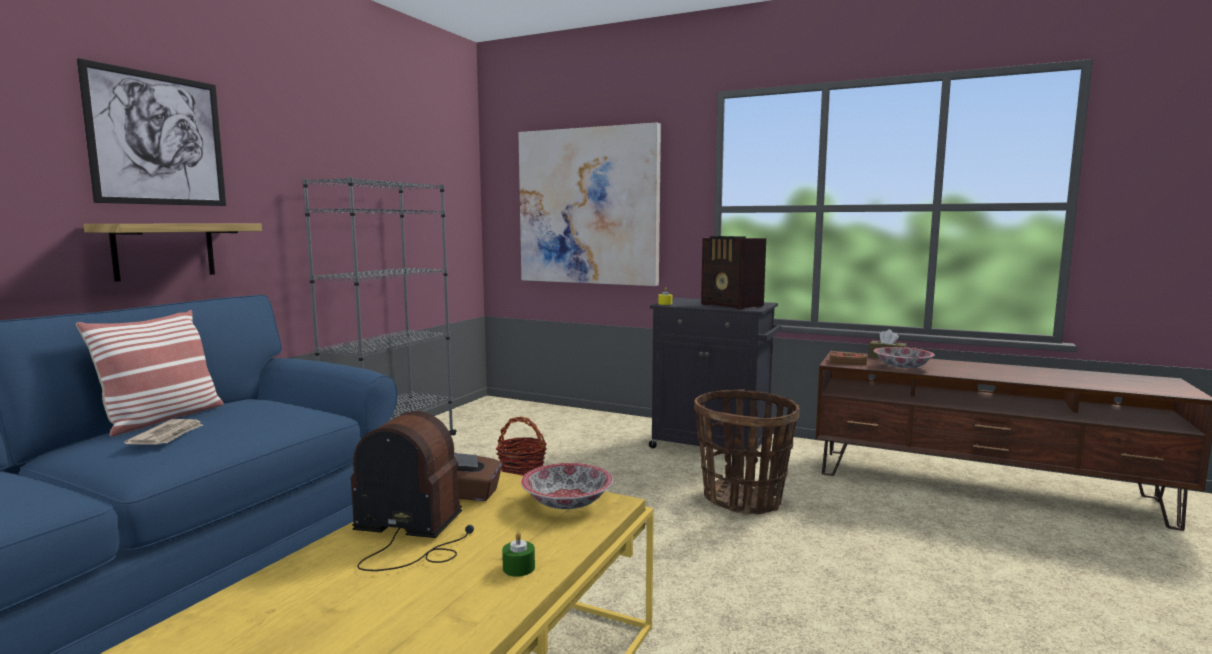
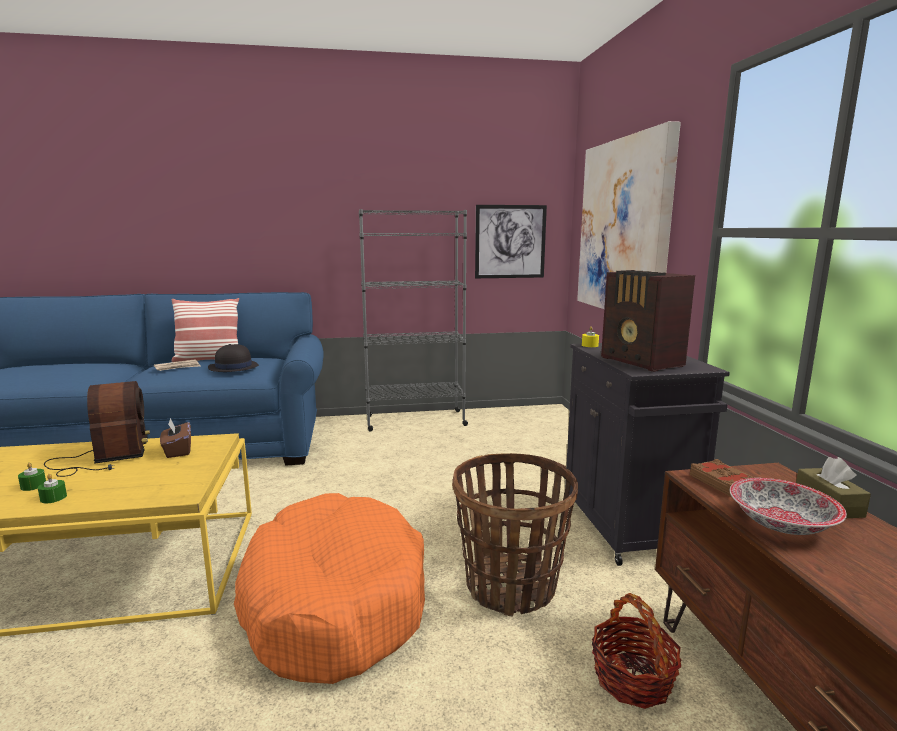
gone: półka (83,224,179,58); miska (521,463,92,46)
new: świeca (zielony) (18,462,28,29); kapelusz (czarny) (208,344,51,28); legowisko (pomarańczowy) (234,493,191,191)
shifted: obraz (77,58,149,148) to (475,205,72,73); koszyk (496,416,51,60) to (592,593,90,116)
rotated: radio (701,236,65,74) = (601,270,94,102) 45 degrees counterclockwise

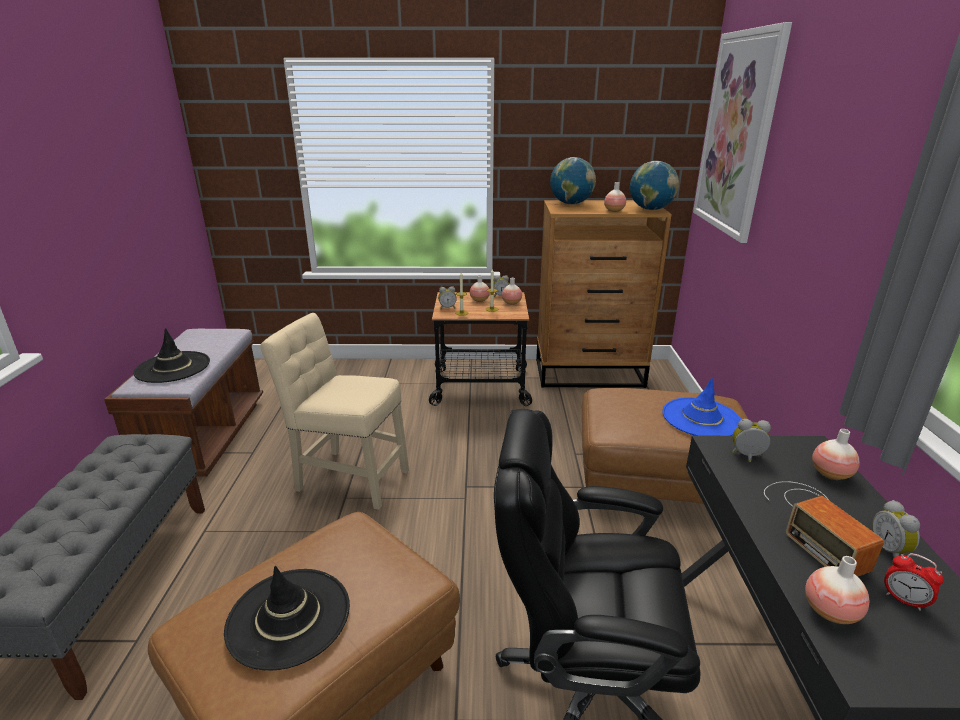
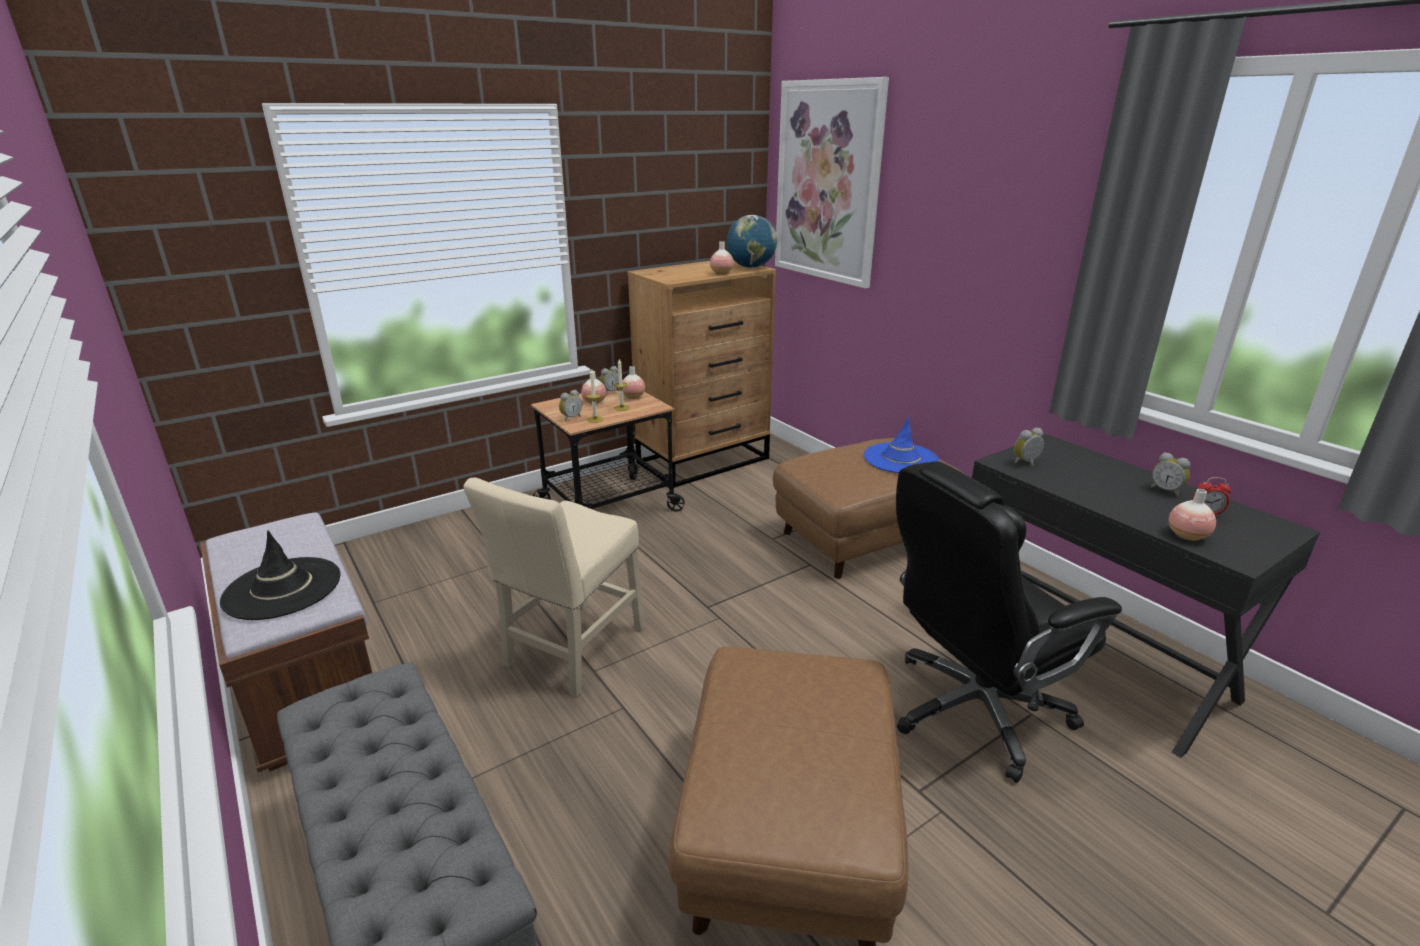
gone: kapelusz (czarny) (224,566,126,105); globus (550,157,46,47); radio (764,481,120,96); wazon (812,429,48,51)
rotated: krzesło (beżowy) (260,313,149,197) = (463,477,182,220) 45 degrees counterclockwise

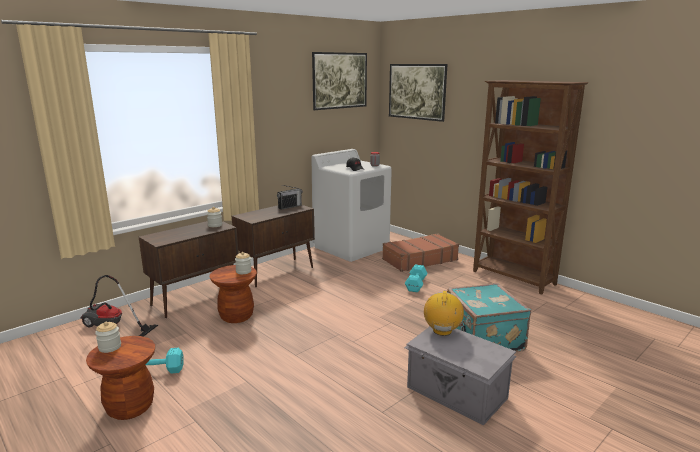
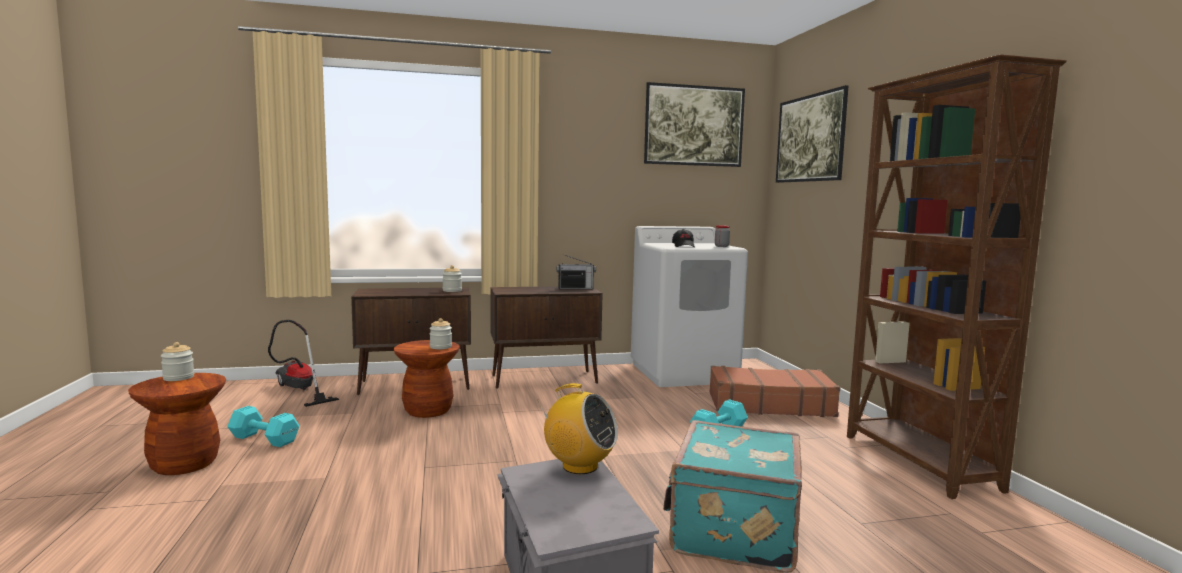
rotated: radio (424,291,40,45) = (538,383,80,91) 75 degrees clockwise

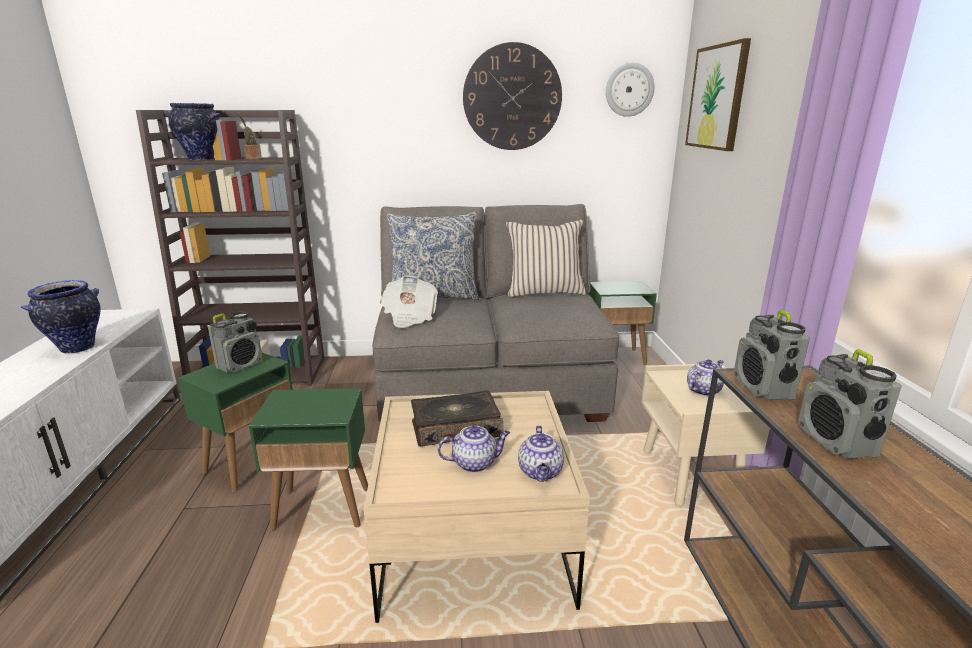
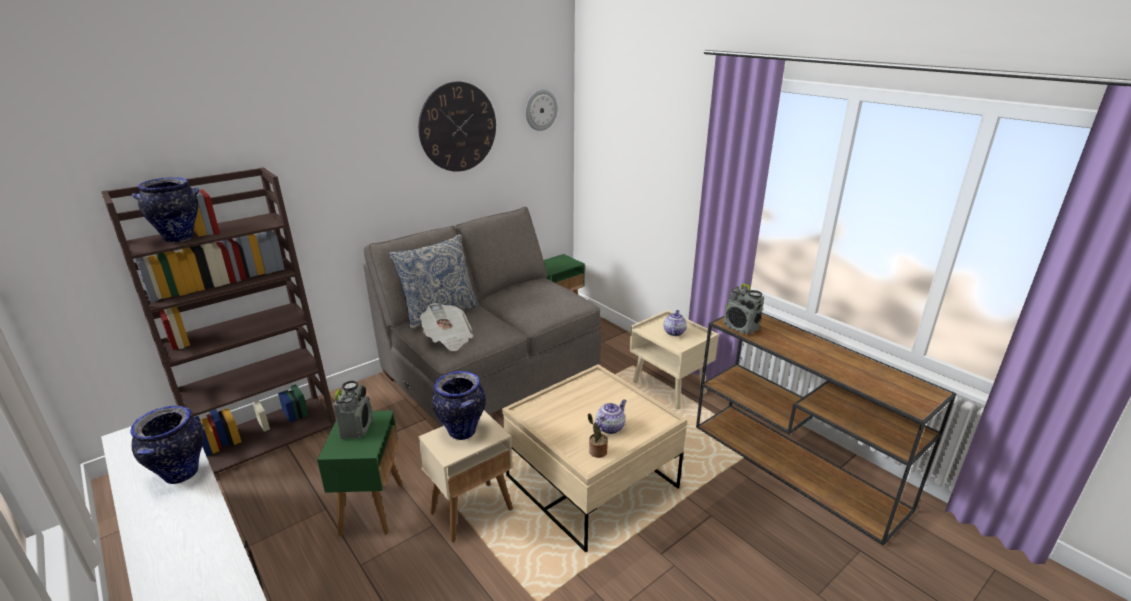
gone: książka (411,390,92,57); poduszka (beżowy) (506,220,80,77); imbryk (518,425,46,57); obraz (685,38,66,113); radio (798,349,103,110)
new: wazon (432,371,54,69)
shifted: roślina doniczkowa (237,112,25,48) to (588,413,20,45)
repainted: stolik (zielony) (249,388,119,143) to stolik (beżowy) (418,410,95,133)

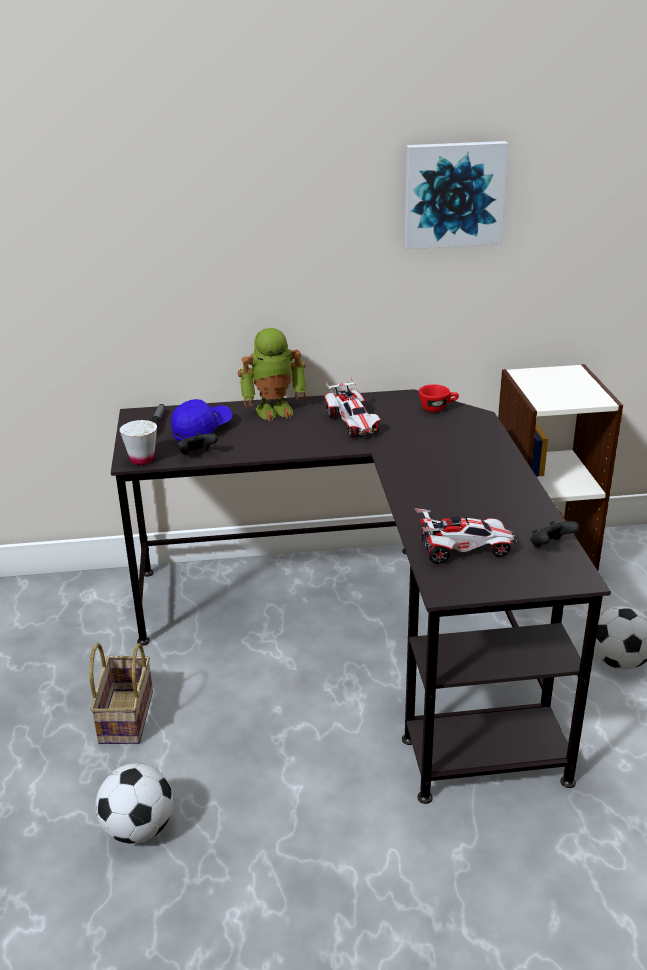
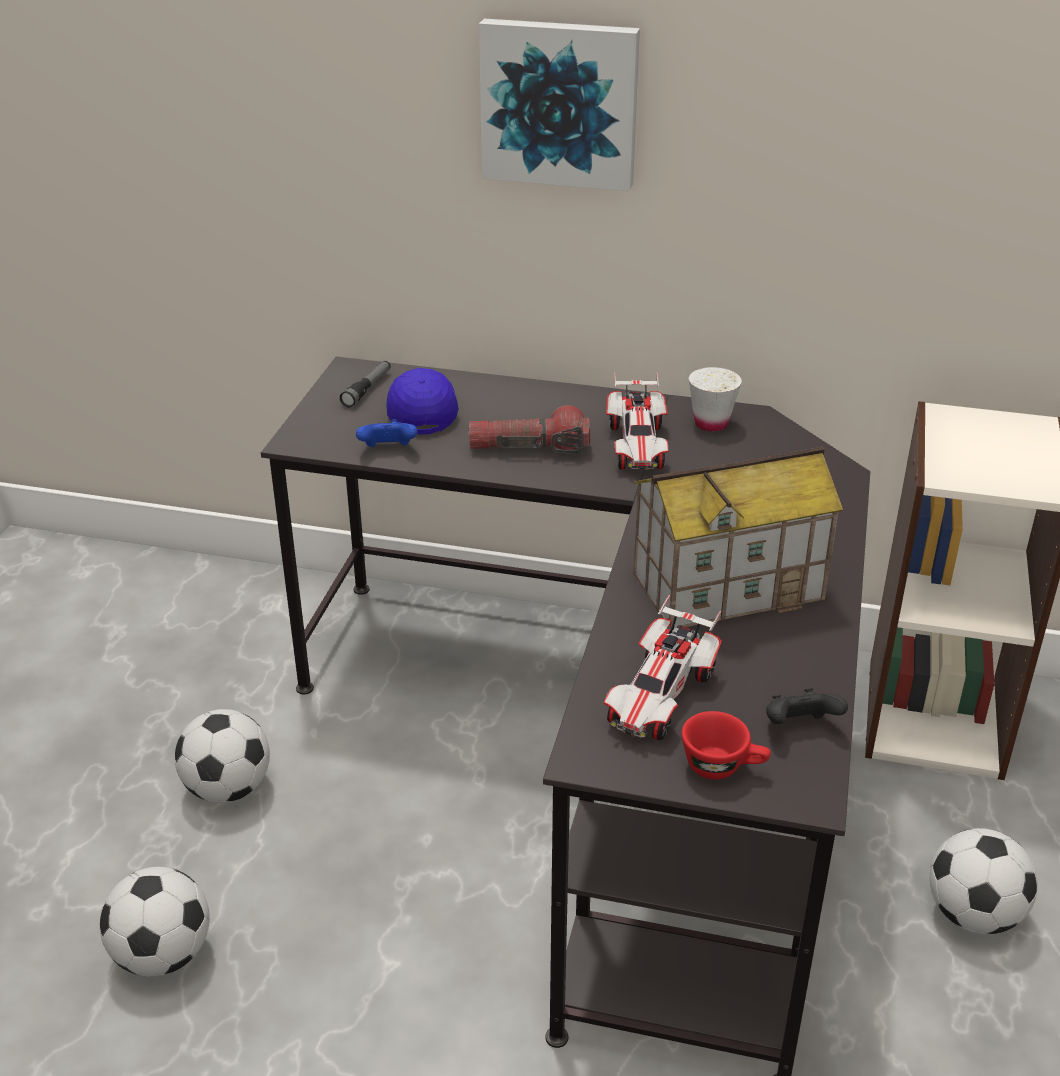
gone: robot zabawkowy (238,328,69,93)
new: latarka (469,405,121,50); domek (633,447,210,182)
shifted: filiżanka (biały) (119,420,38,45) to (689,367,53,65); obraz (404,141,105,108) to (479,19,161,172); filiżanka (czerwony) (419,384,40,28) to (681,711,90,69)
swapped: koszyk (89,643,64,101) to piłka futbolowa (175,709,95,94)
repainted: pad do gier (czarny) (177,433,41,22) to pad do gier (niebieski) (356,419,61,28)
rotated: czapka z daszkiem (niebieski) (171,399,61,42) = (386,368,73,66) 75 degrees counterclockwise; samochodzik (414,508,103,56) = (604,595,118,145) 105 degrees clockwise

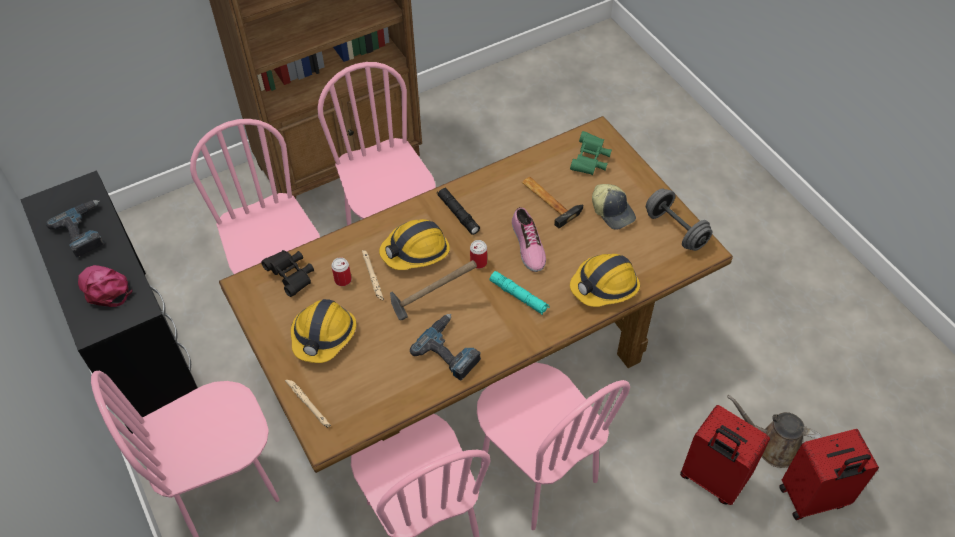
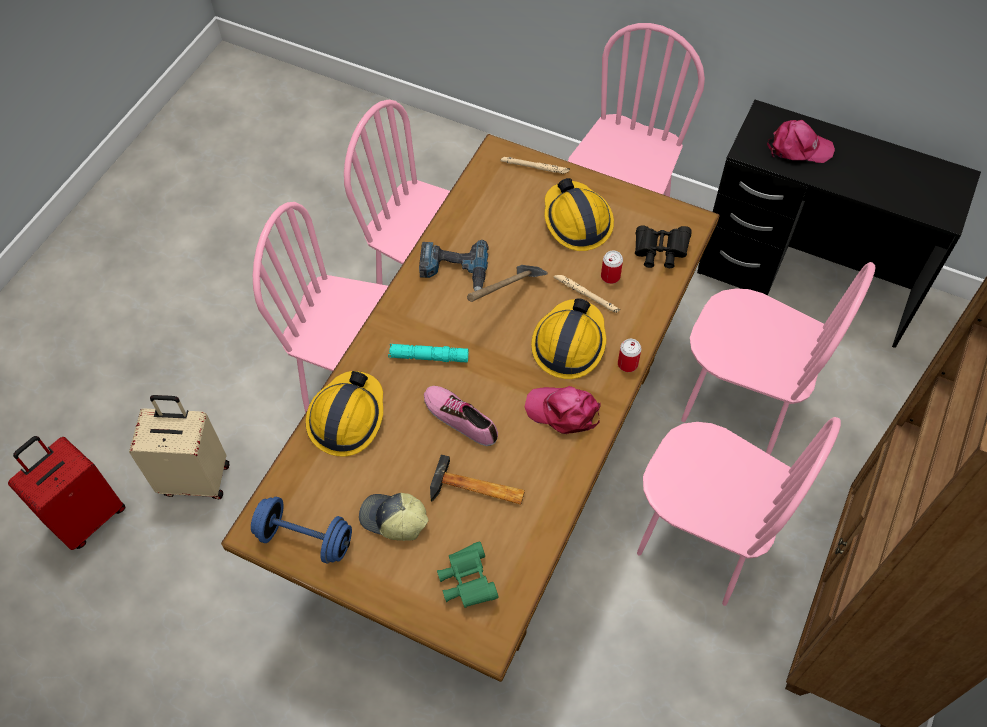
gone: wiertarka (46,200,58,58); konewka (brązowy) (727,395,95,73)
shifted: puszka (470,240,17,29) to (618,339,23,33)
swapped: latarka (czarny) (437,187,43,48) to czapka z daszkiem (różowy) (525,386,76,48)
repainted: hantel (szary) (646,188,66,63) to hantel (niebieski) (251,497,101,67); walizka (czerwony) (680,405,90,100) to walizka (beżowy) (129,395,100,104)

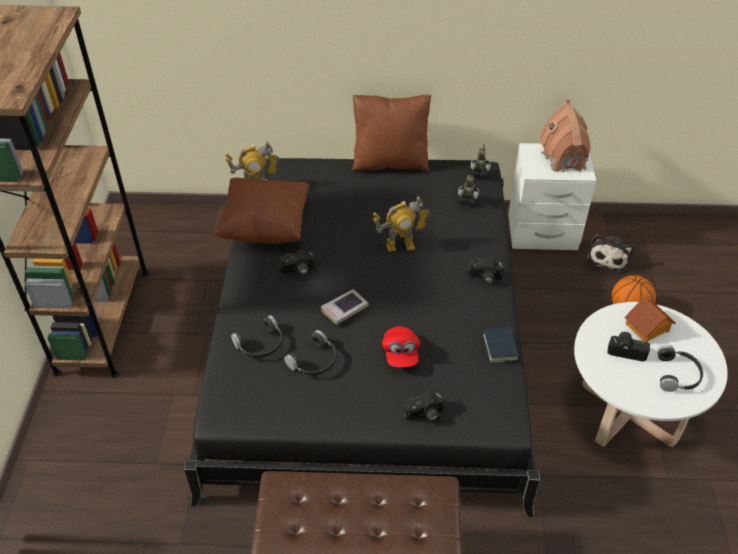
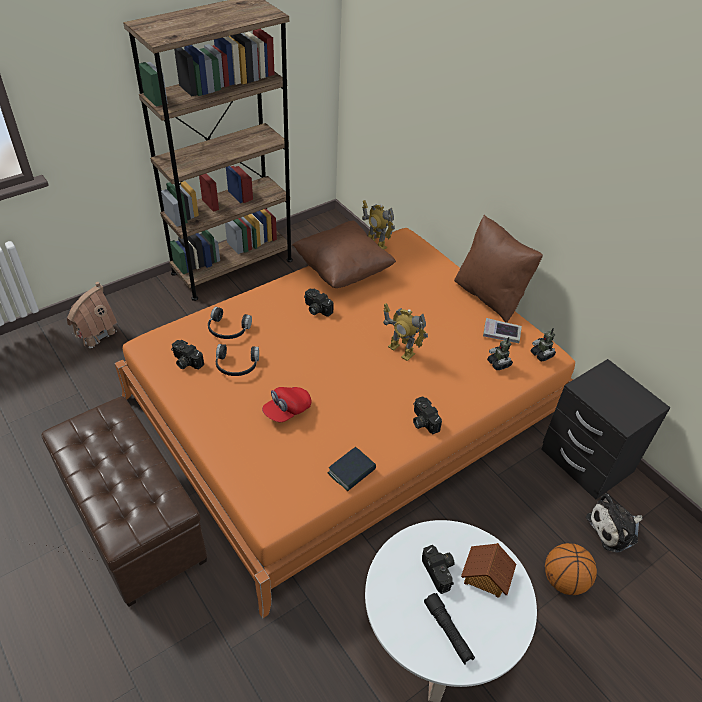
shifted: książka (321,289,48,36) to (483,318,39,25); aparat fotograficzny (403,392,42,31) to (171,340,33,29); domek (540,97,50,76) to (67,282,50,66)
swapped: słuchawki (czarny) (657,345,46,47) to latarka (czarny) (424,593,51,72)
repainted: łóżko (czarny) (184,158,356,359) to łóżko (pomarańczowy) (115,228,460,390); szafka nocna (biały) (508,143,88,107) to szafka nocna (czarny) (542,359,128,141)

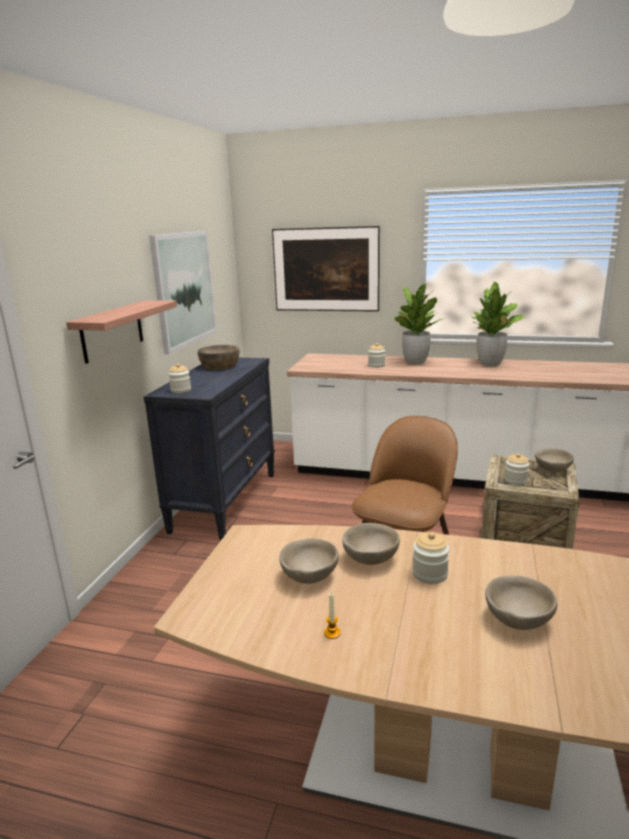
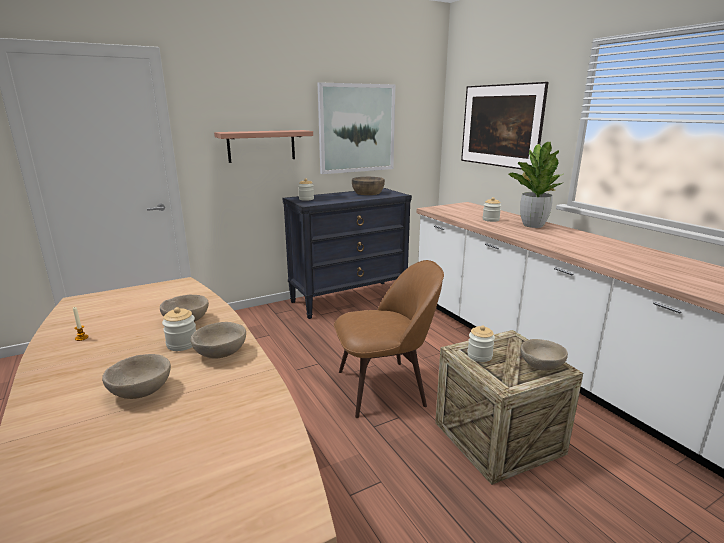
gone: roślina doniczkowa (472,282,52,84)
shifted: miska (beżowy) (279,538,60,46) to (190,322,56,37)

